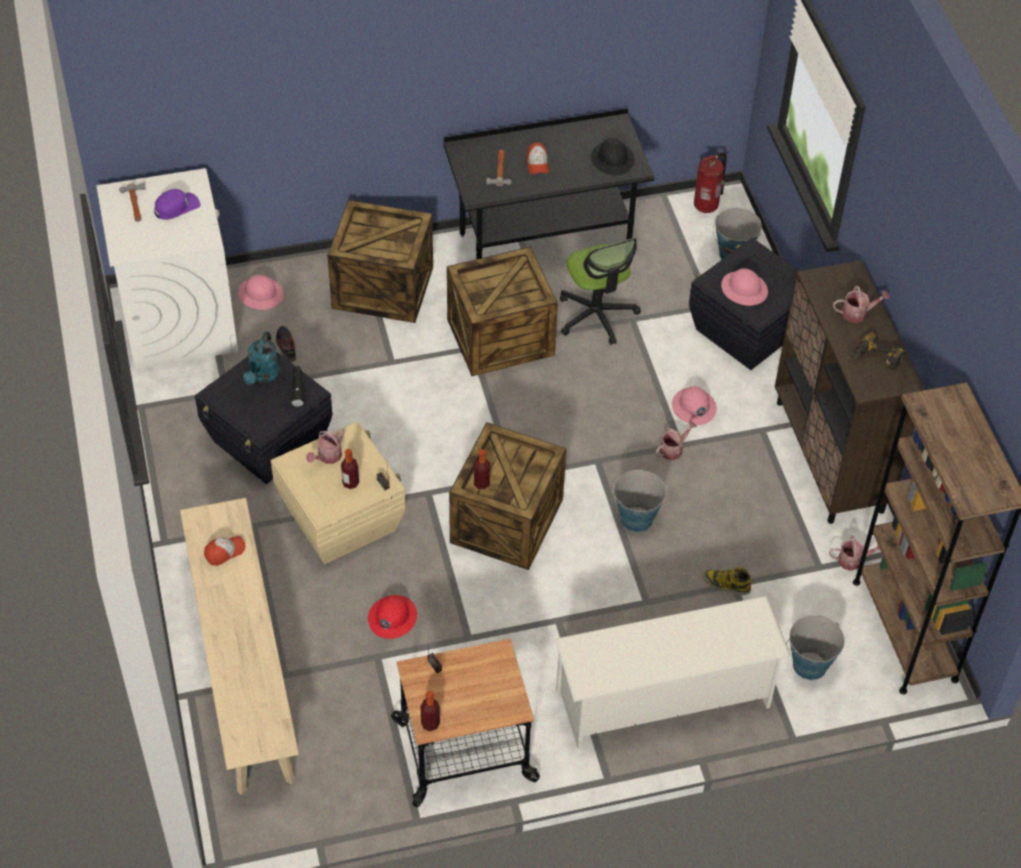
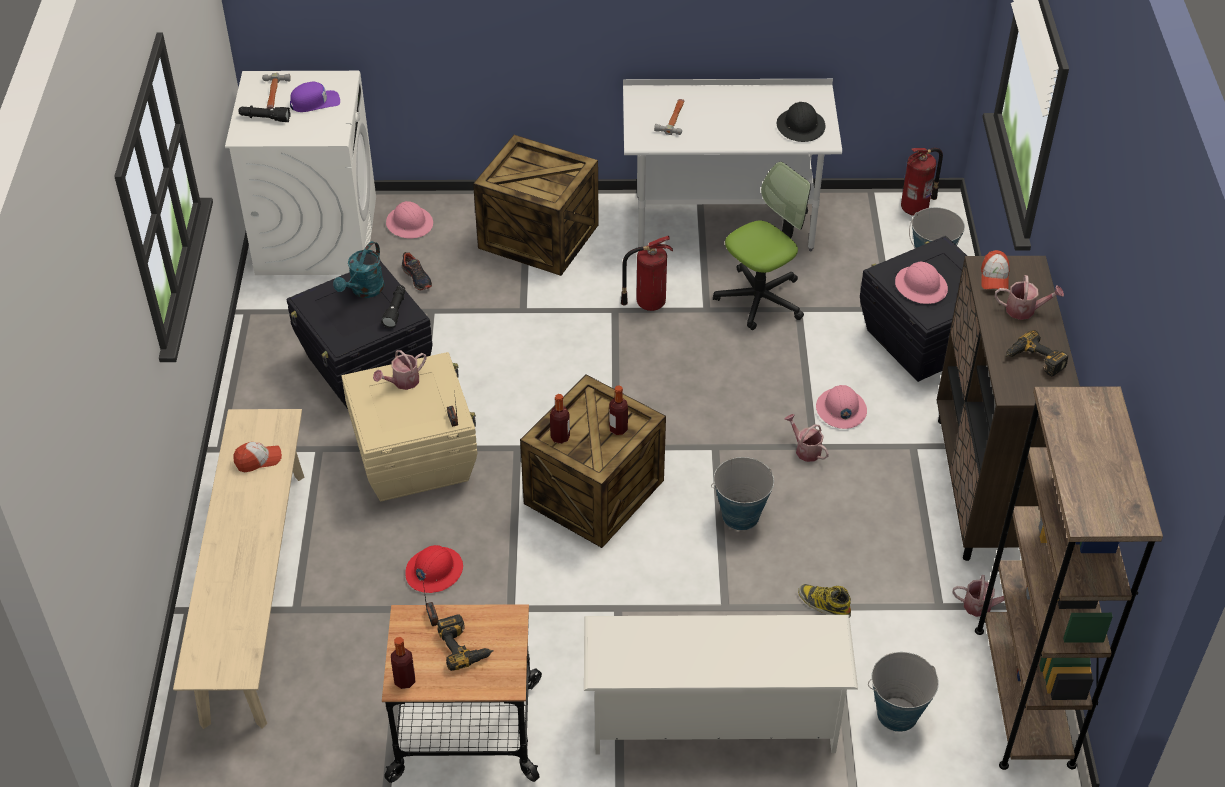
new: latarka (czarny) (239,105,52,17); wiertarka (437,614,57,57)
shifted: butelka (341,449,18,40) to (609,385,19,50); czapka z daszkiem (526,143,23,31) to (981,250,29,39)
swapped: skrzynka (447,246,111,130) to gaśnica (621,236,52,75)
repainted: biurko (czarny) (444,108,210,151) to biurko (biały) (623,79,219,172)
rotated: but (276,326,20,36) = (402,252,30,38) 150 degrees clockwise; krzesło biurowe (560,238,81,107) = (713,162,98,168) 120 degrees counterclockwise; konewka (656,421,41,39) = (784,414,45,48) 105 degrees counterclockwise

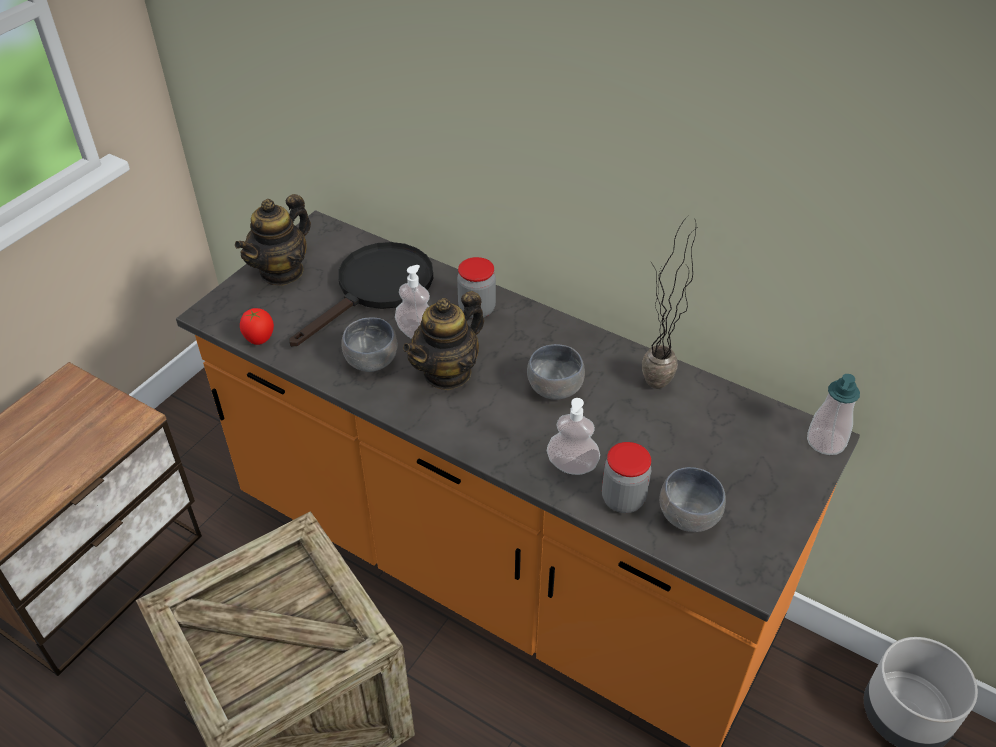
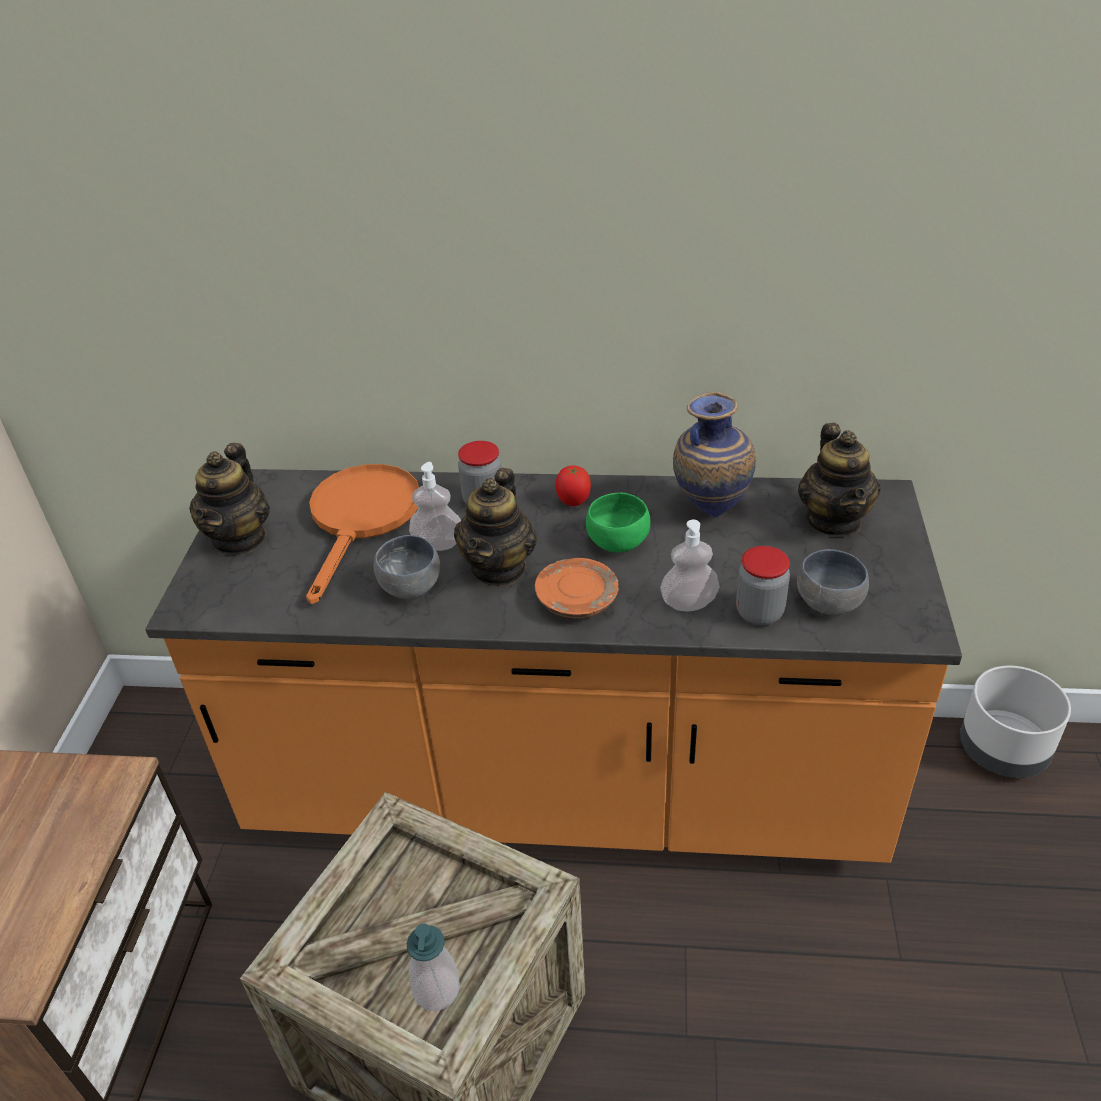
new: talerz (pomarańczowy) (535,558,84,60); imbryk (798,423,83,114)
shifted: pomidor (240,308,34,37) to (555,465,36,41); dozownik mydła (807,374,53,81) to (407,923,53,88)
swapped: roślina doniczkowa (642,216,56,173) to wazon (673,392,83,126)
repainted: patelnia (czarny) (289,242,144,104) to patelnia (pomarańczowy) (306,464,113,140); miska (szary) (527,344,58,56) to miska (zielony) (586,493,64,60)

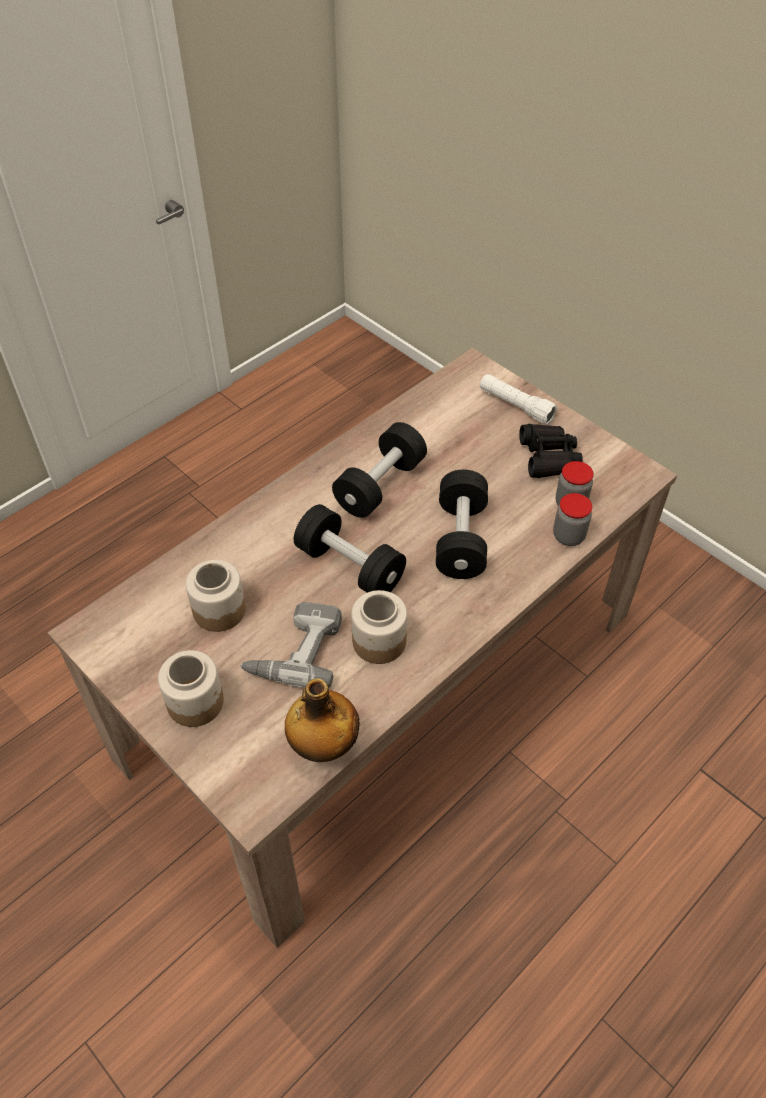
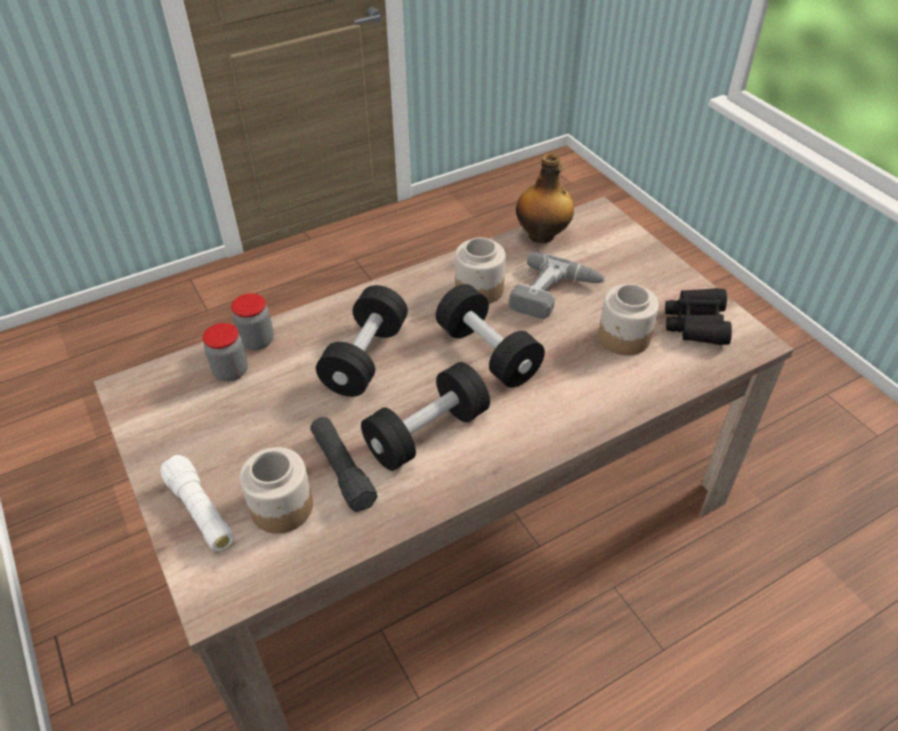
new: latarka (czarny) (310,417,68,95)
shifted: słoik (158,650,66,77) to (240,447,73,87); lornetka (czarny) (519,424,64,54) to (665,288,67,57)

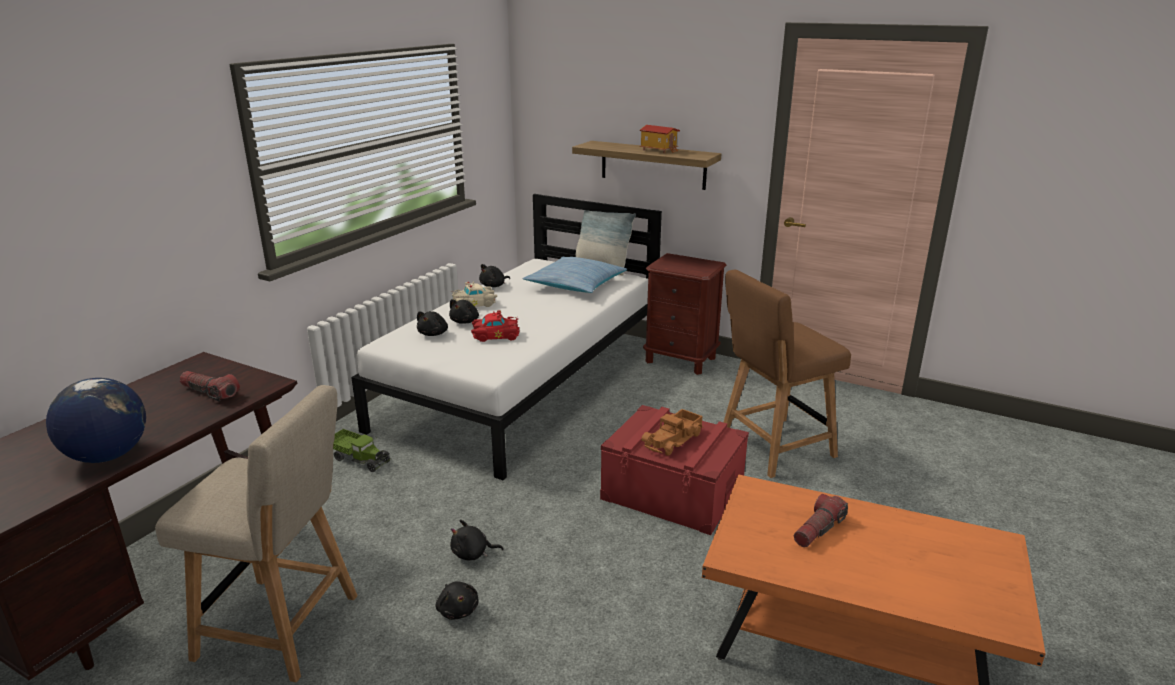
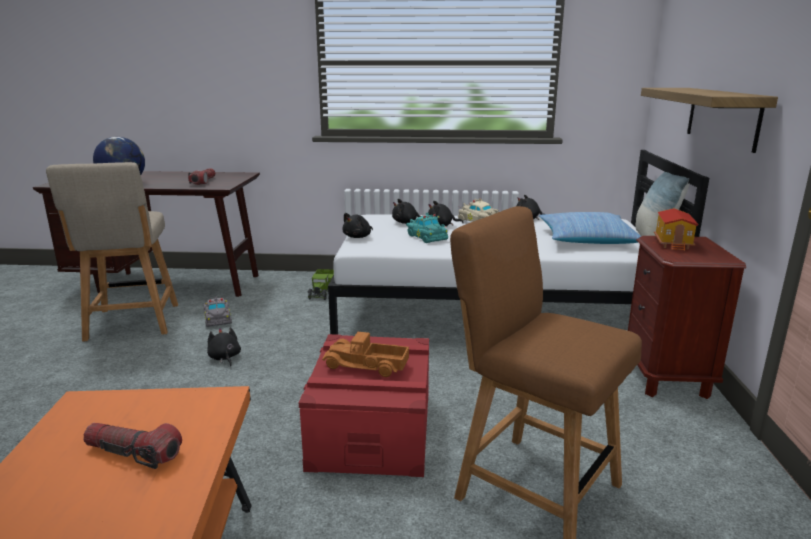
new: samochodzik (szary) (203,296,29,31)
shifted: pluszak (czarny) (436,581,43,39) to (342,213,31,25); domek (639,125,41,28) to (654,208,45,43)
repainted: samochodzik (czerwony) (471,310,49,32) to samochodzik (turkusowy) (406,213,42,30)

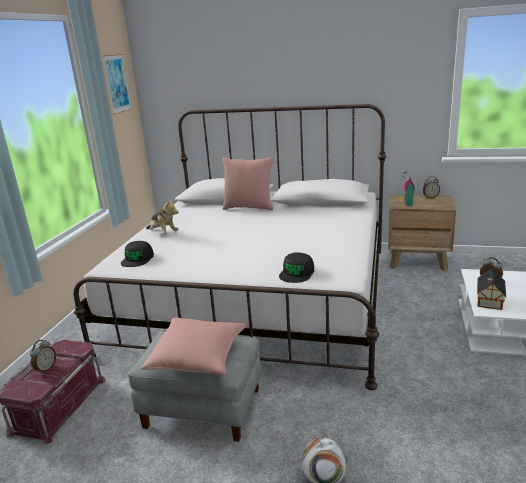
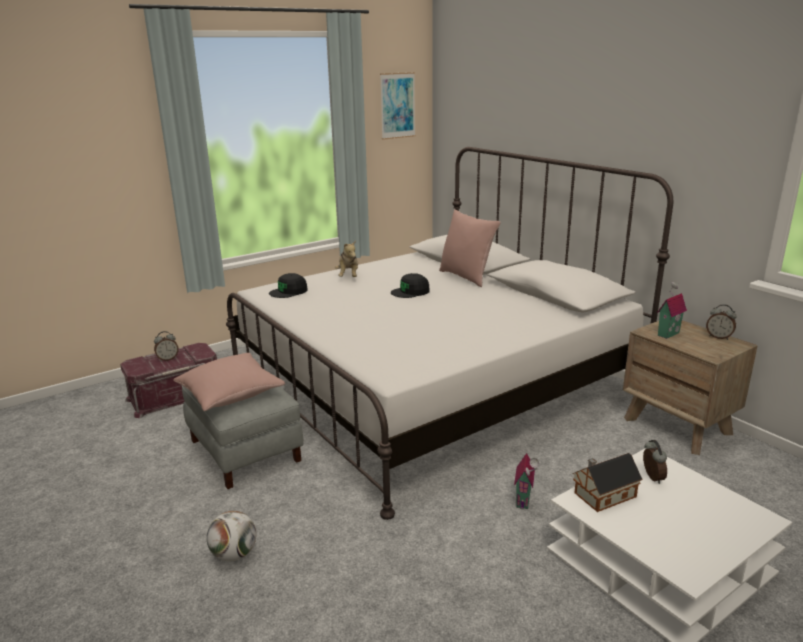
new: domek (514,453,25,57)
shifted: czapka z daszkiem (czarny) (279,253,35,30) to (391,273,39,25)

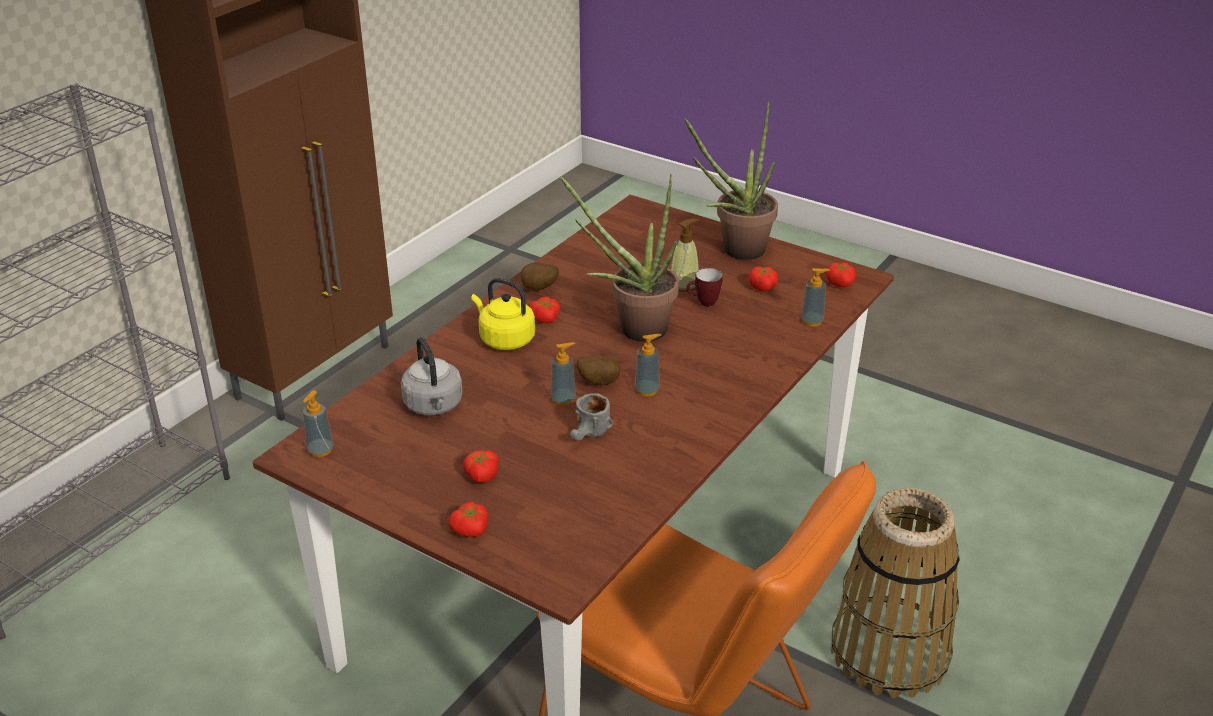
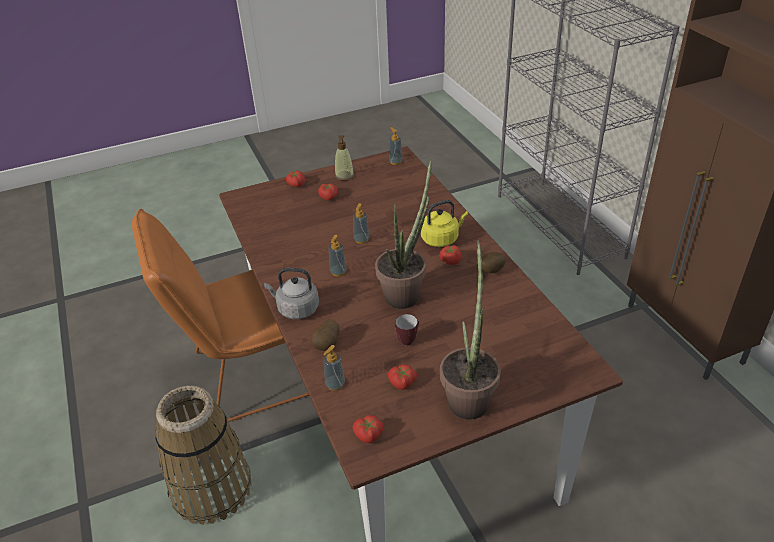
gone: kubek (szary) (570,393,44,47)
shifted: czajnik (szary) (401,337,62,78) to (264,268,55,51); ziemniak (577,355,44,31) to (311,319,29,32); dozownik mydła (671,218,30,74) to (335,135,19,46)

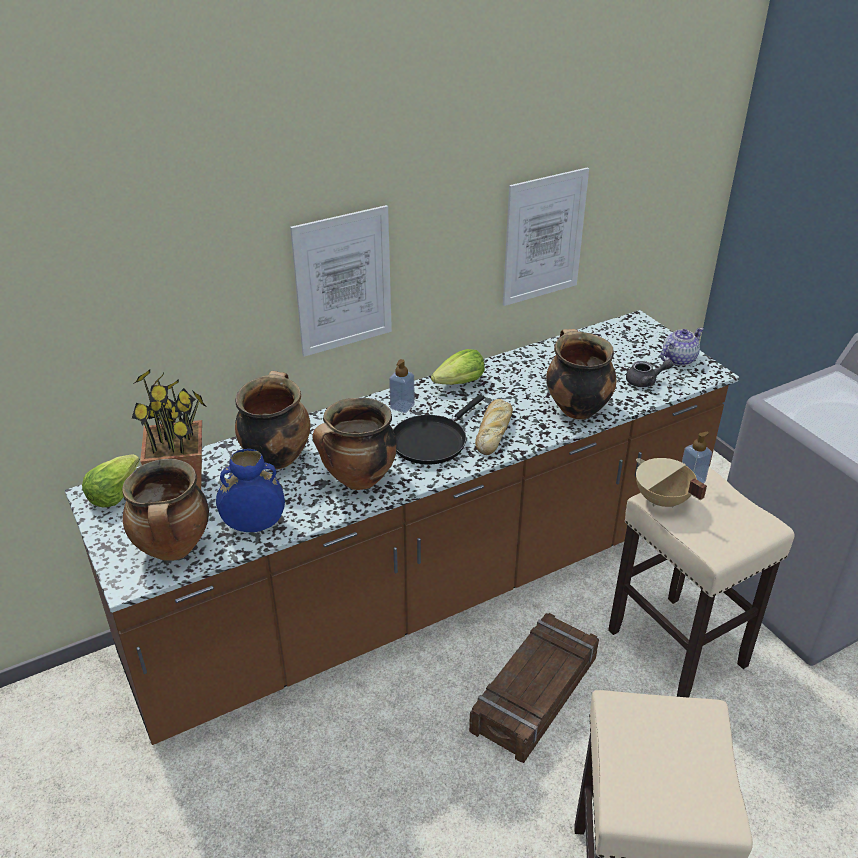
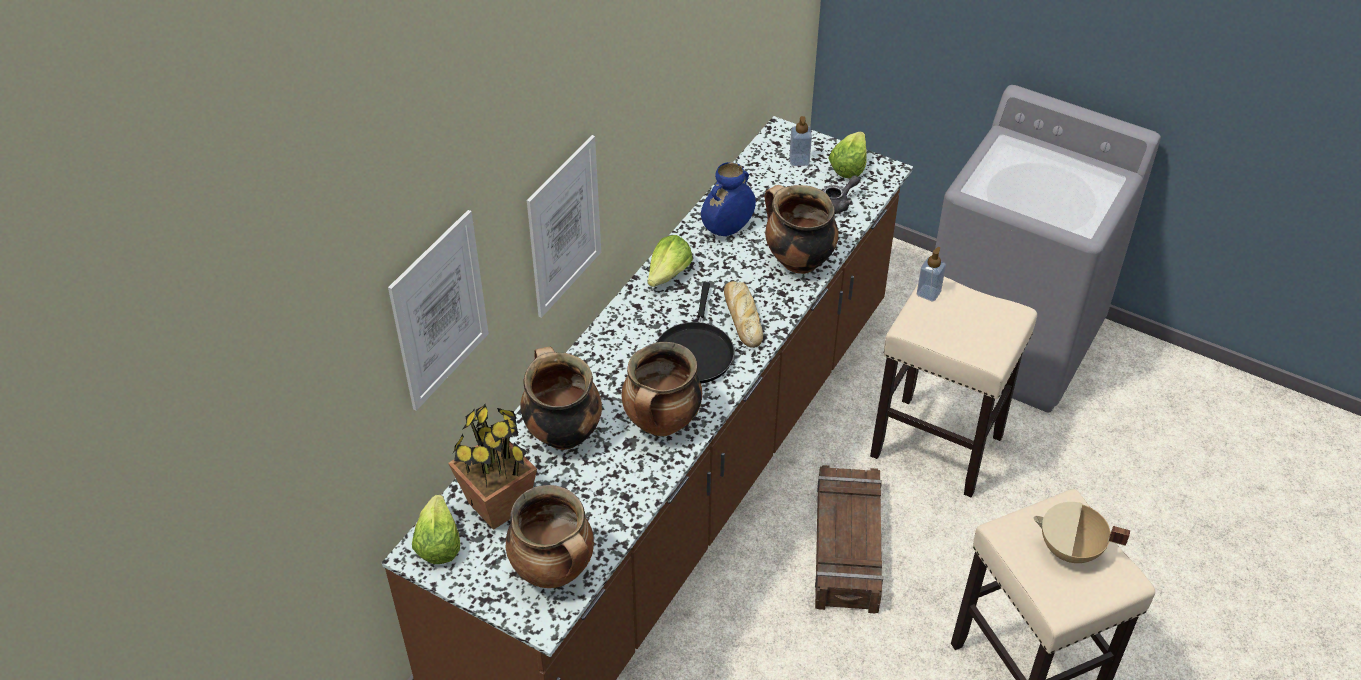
shifted: wazon (niebieski) (216,449,69,83) to (701,162,55,74); dozownik mydła (389,359,26,54) to (789,116,23,50); obraz (503,167,86,139) to (388,210,101,201); garnek (beżowy) (636,458,71,49) to (1033,502,97,61)
swapped: imbryk (660,327,44,39) to sałata (829,131,38,47)

